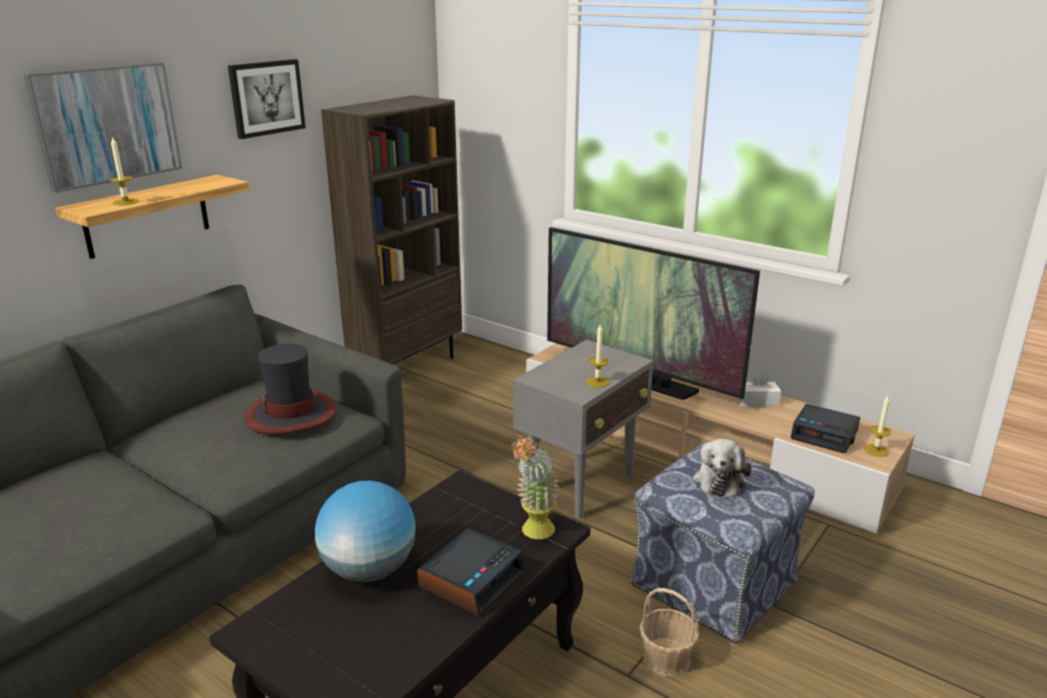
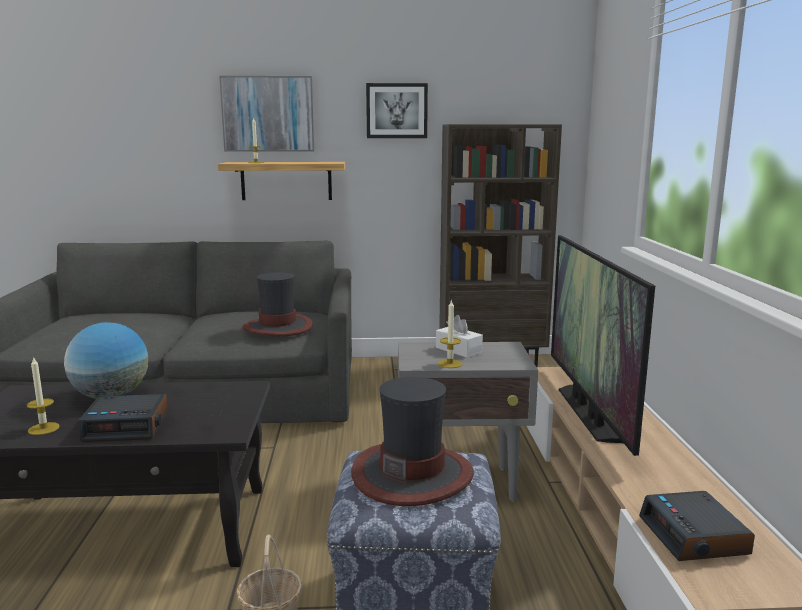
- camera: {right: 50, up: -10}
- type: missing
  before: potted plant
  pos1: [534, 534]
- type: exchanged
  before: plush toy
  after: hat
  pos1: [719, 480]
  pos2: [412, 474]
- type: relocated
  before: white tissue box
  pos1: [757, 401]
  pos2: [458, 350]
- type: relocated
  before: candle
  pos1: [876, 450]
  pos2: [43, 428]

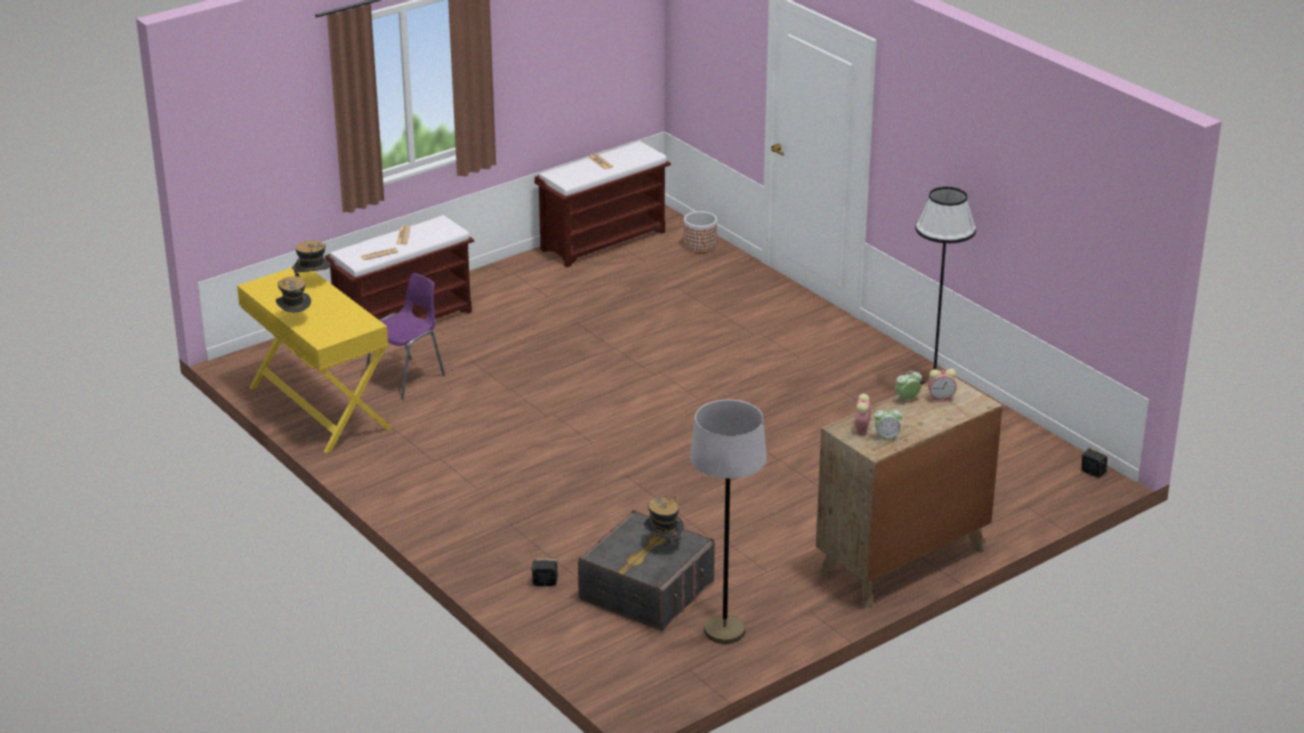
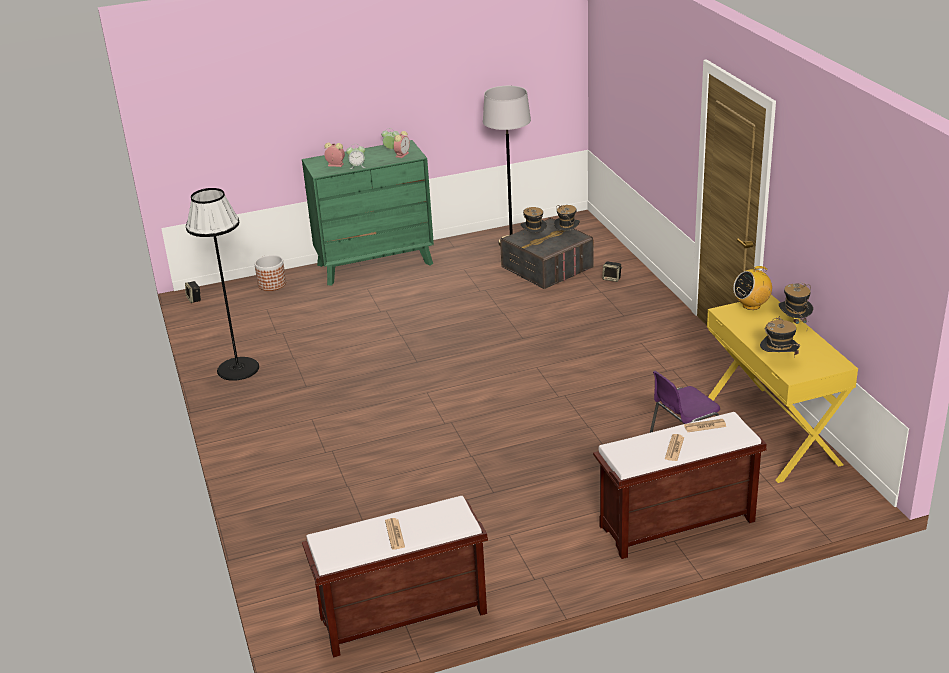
- camera: {right: -160, up: 0}
- type: relocated
  before: planter
  pos1: [700, 245]
  pos2: [271, 284]
- type: colour
  before: brown dresser
  after: green dresser
  pos1: [902, 561]
  pos2: [375, 264]
- type: appeared
  after: hat
  pos2: [567, 237]
- type: appeared
  after: radio
  pos2: [751, 305]

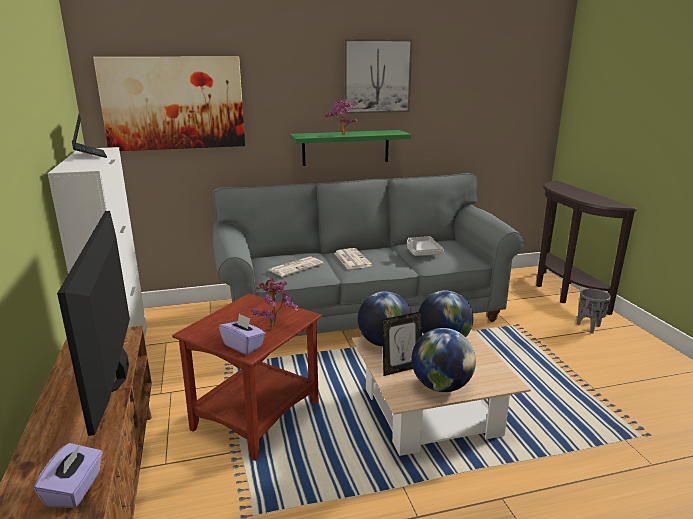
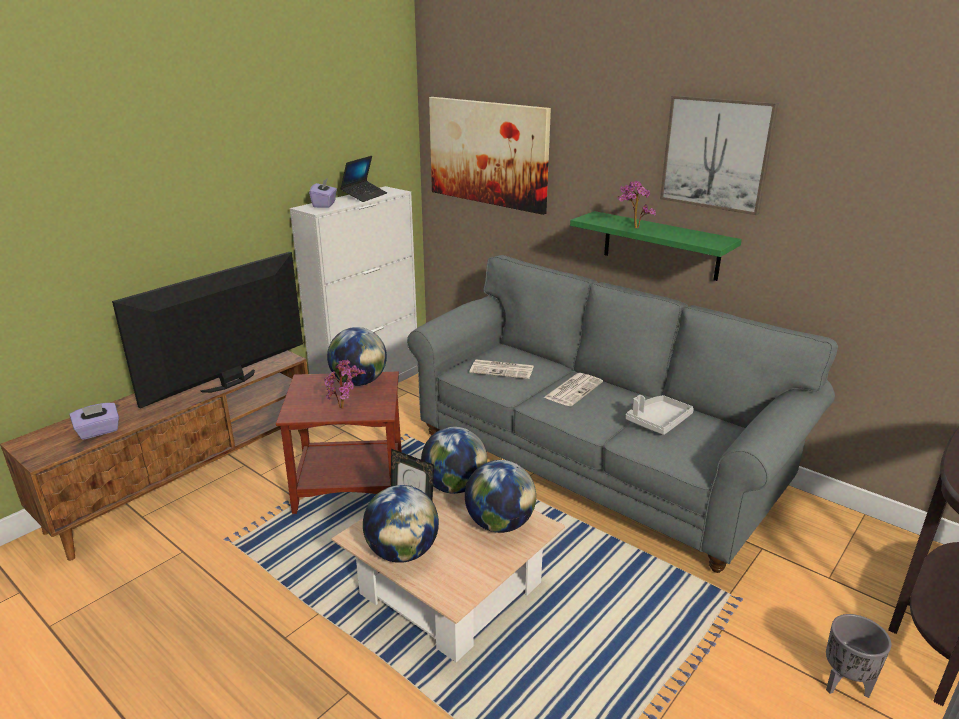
- camera: {right: 55, up: 5}
- type: relocated
  before: purple tissue box
  pos1: [243, 346]
  pos2: [324, 204]
- type: appeared
  after: globe
  pos2: [359, 382]

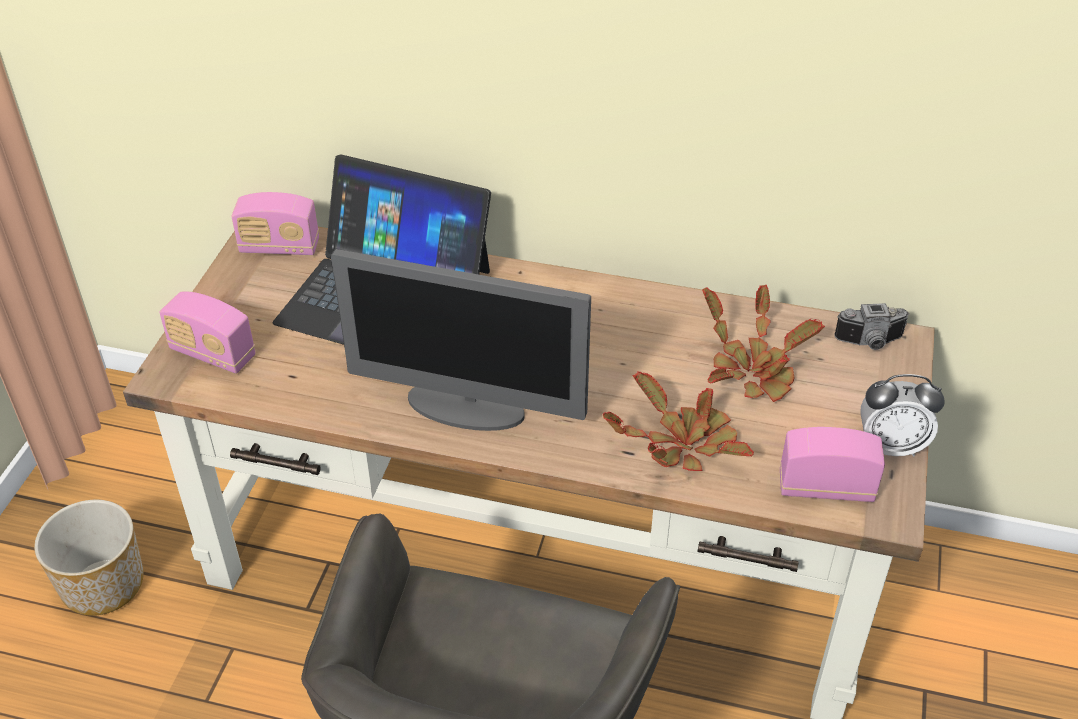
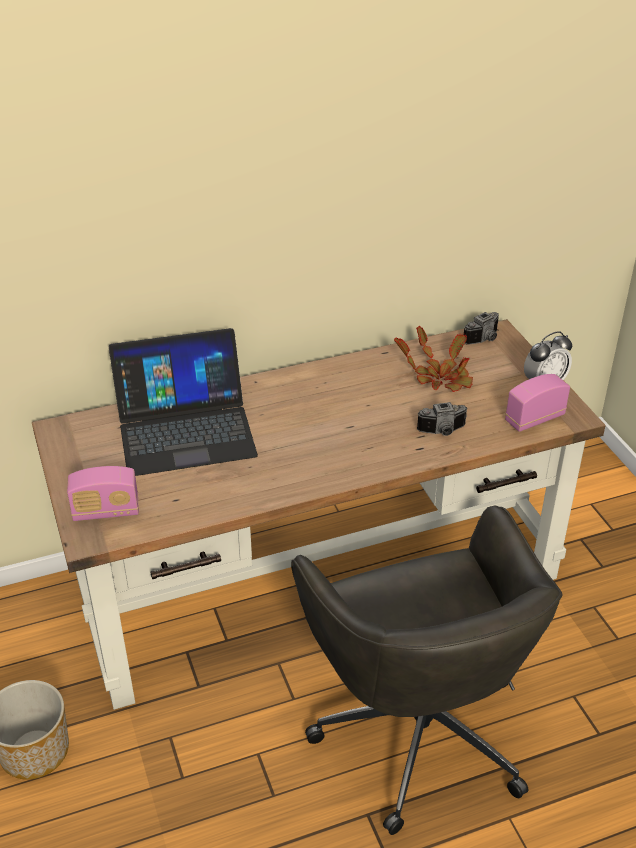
- camera: {right: -35, up: -5}
- type: missing
  before: radio
  pos1: [279, 247]
- type: missing
  before: monitor
  pos1: [467, 407]
- type: exchanged
  before: potted plant
  after: photo camera
  pos1: [681, 445]
  pos2: [443, 432]

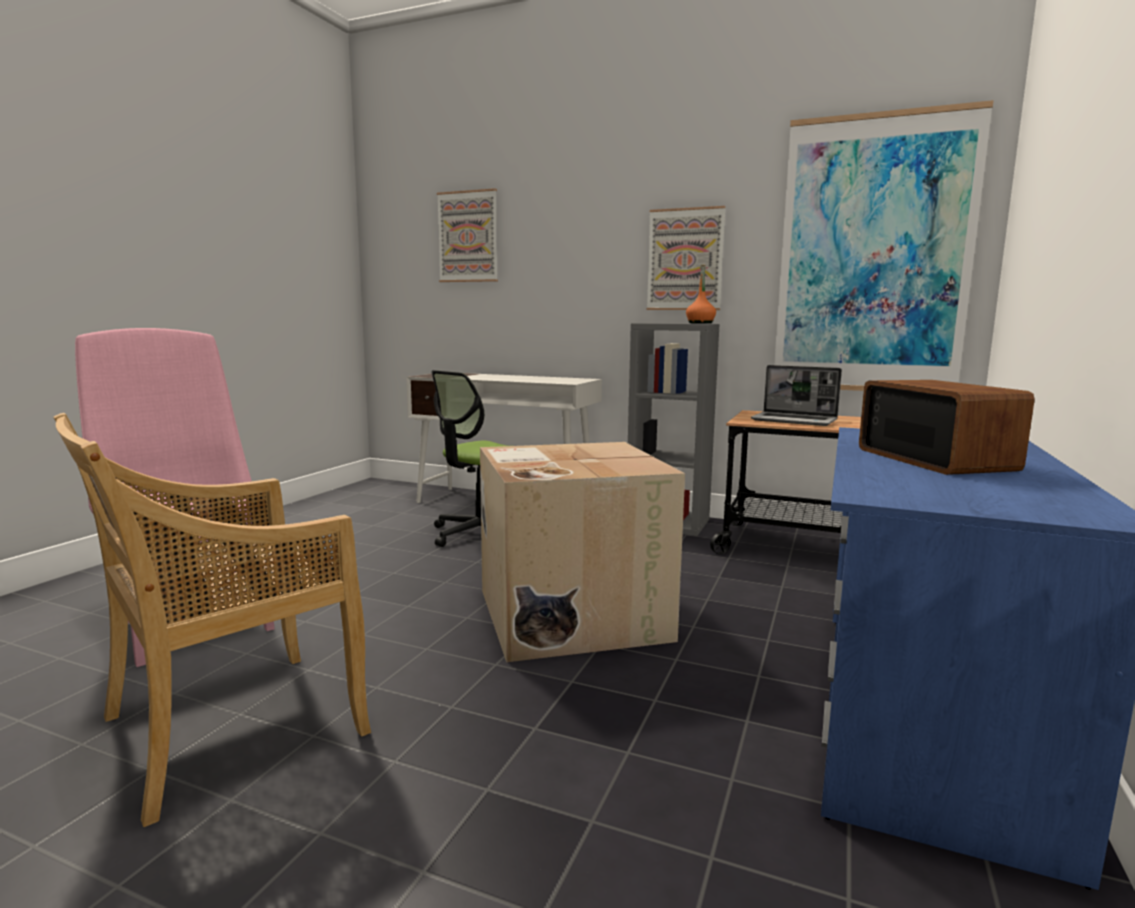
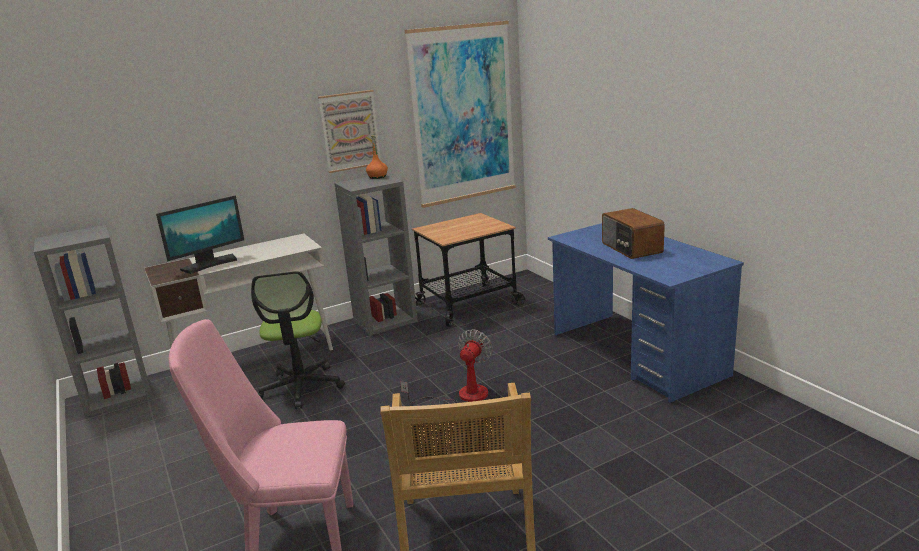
- camera: {right: -50, up: 10}
- type: missing
  before: picture
  pos1: [468, 237]
- type: exchanged
  before: cardboard box
  after: fan
  pos1: [568, 613]
  pos2: [462, 396]
- type: missing
  before: laptop
  pos1: [795, 421]
- type: spun
  before: radio
  pos1: [935, 459]
  pos2: [631, 248]
  turn: -135
- type: appeared
  after: grey bookcase
  pos2: [118, 395]
- type: appeared
  after: monitor
  pos2: [209, 264]

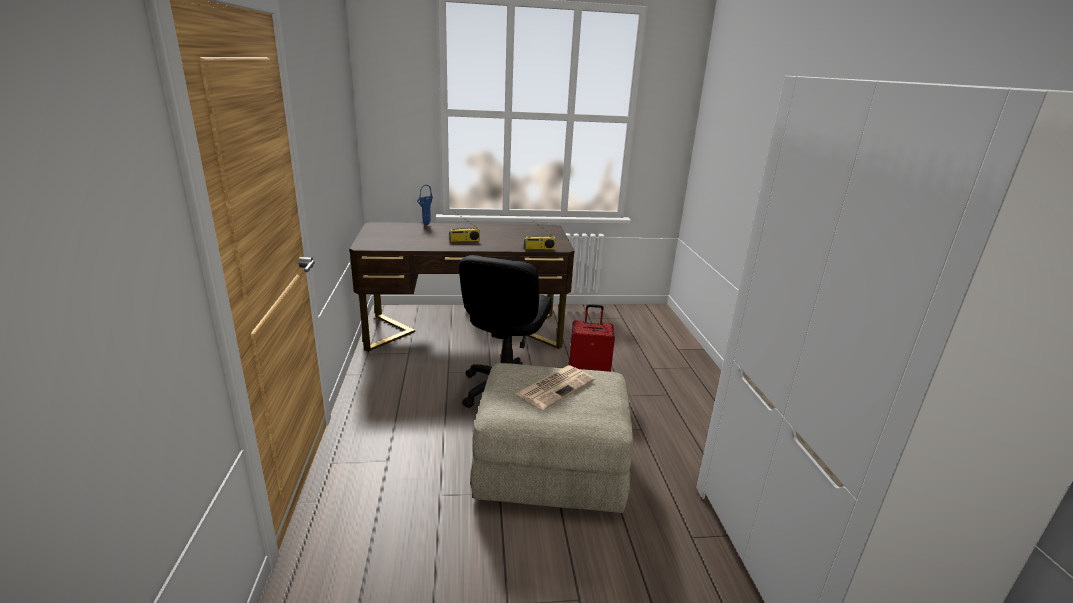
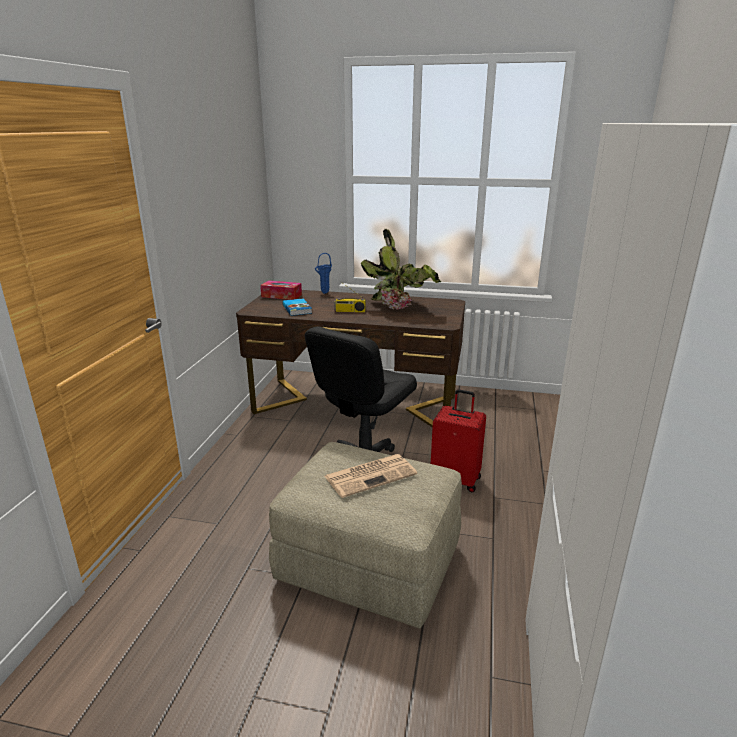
- camera: {right: 20, up: 0}
- type: missing
  before: radio
  pos1: [539, 248]
- type: appeared
  after: tissue box
  pos2: [281, 296]
- type: appeared
  after: book
  pos2: [297, 309]
- type: appeared
  after: potted plant
  pos2: [402, 307]

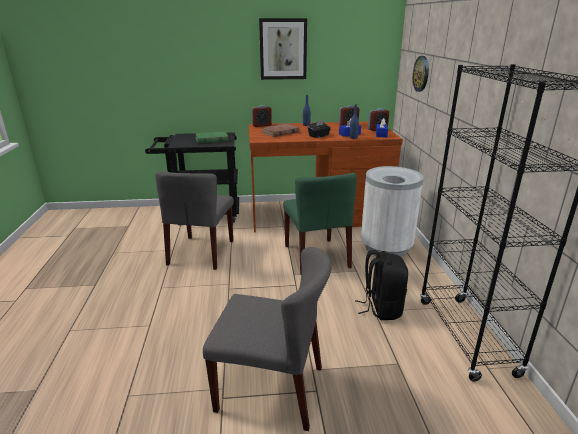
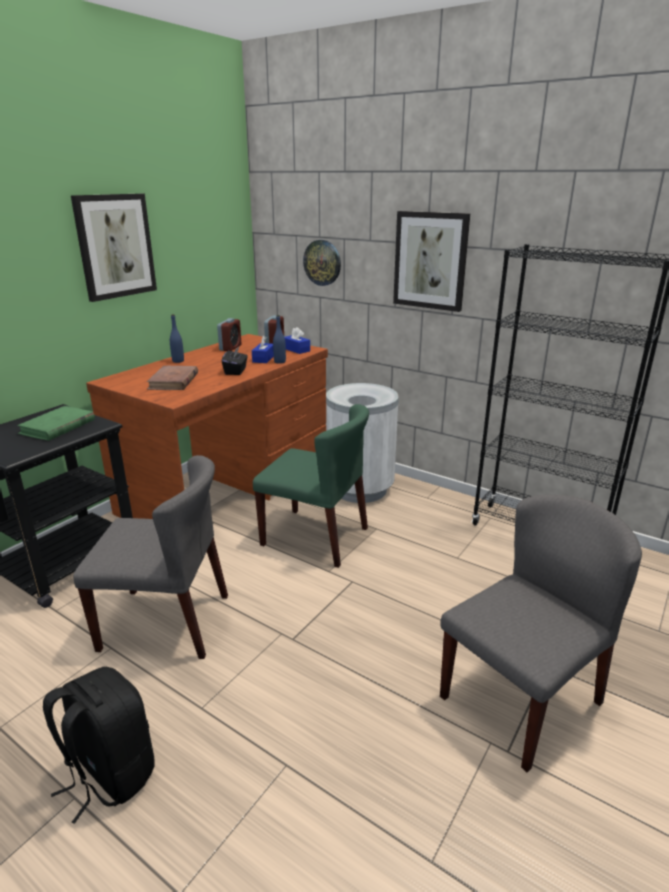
- camera: {right: -50, up: 0}
- type: spun
  before: grey chair
  pos1: [201, 252]
  pos2: [167, 622]
  turn: -45
- type: missing
  before: alarm clock
  pos1: [261, 125]
- type: relocated
  before: black backpack
  pos1: [381, 308]
  pos2: [109, 773]
- type: appeared
  after: picture
  pos2: [430, 261]

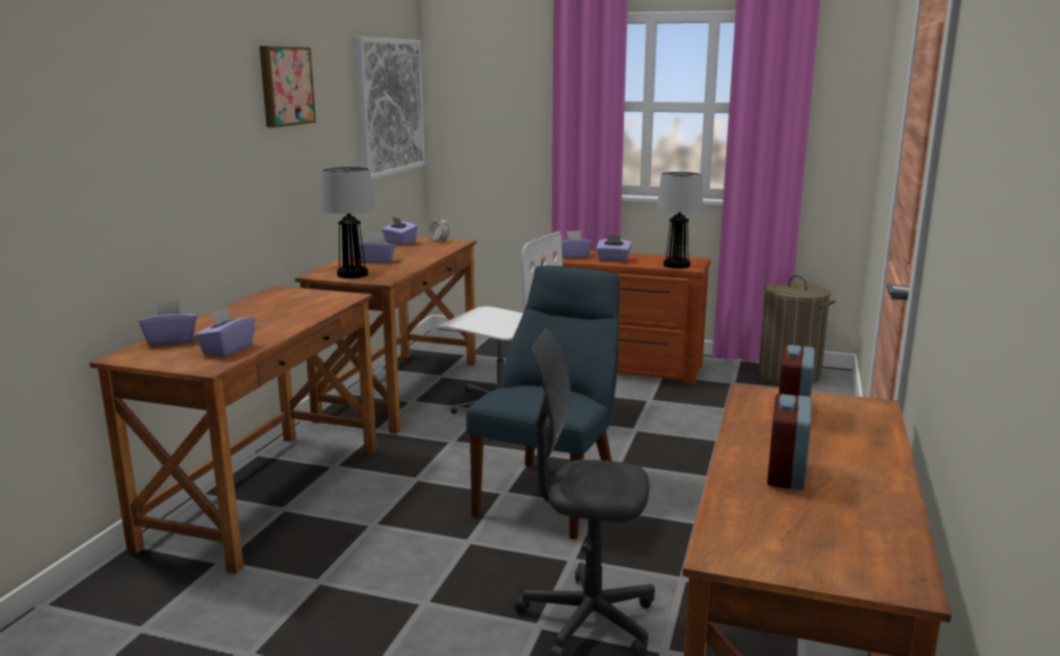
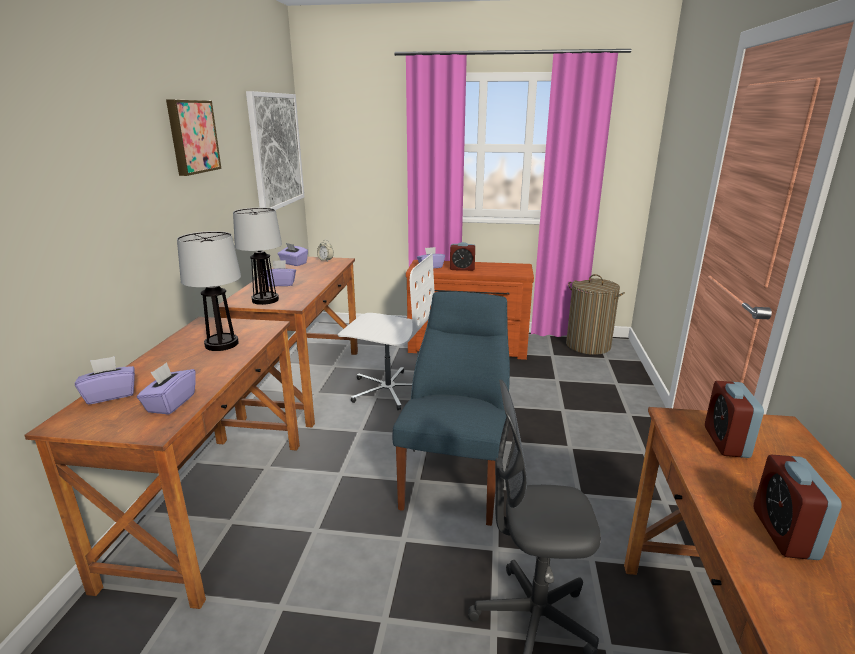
- camera: {right: -10, up: 5}
- type: exchanged
  before: purple tissue box
  after: alarm clock
  pos1: [613, 260]
  pos2: [462, 269]
- type: relocated
  before: table lamp
  pos1: [677, 265]
  pos2: [222, 344]

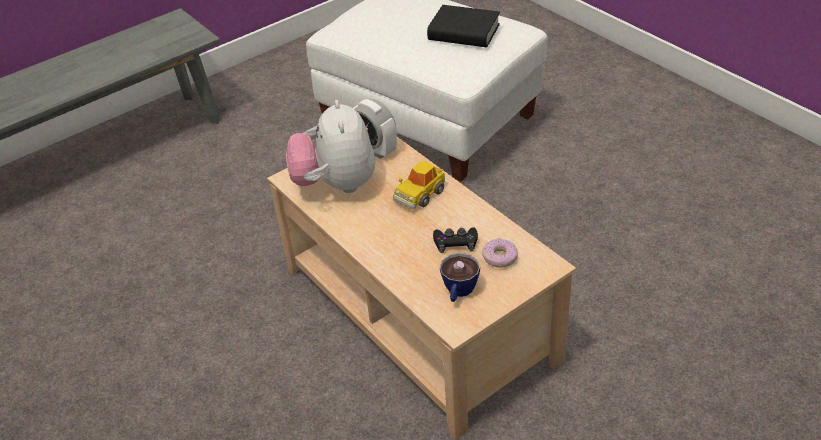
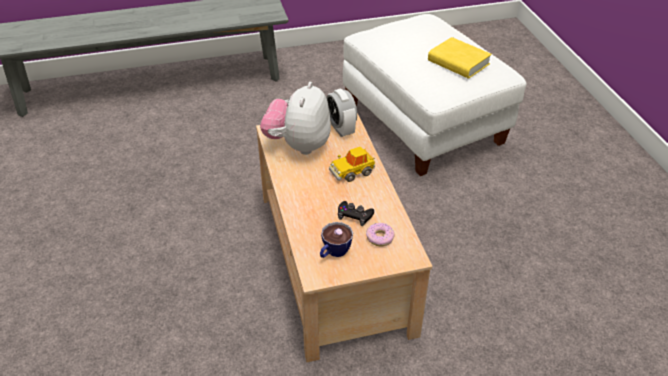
- camera: {right: 20, up: 0}
- type: colour
  before: black book
  after: yellow book
  pos1: [464, 32]
  pos2: [458, 62]

